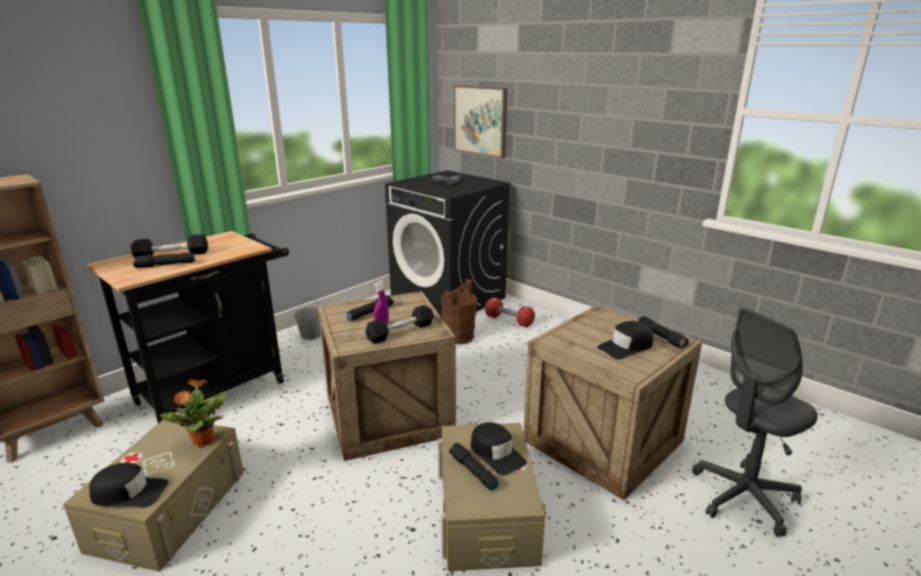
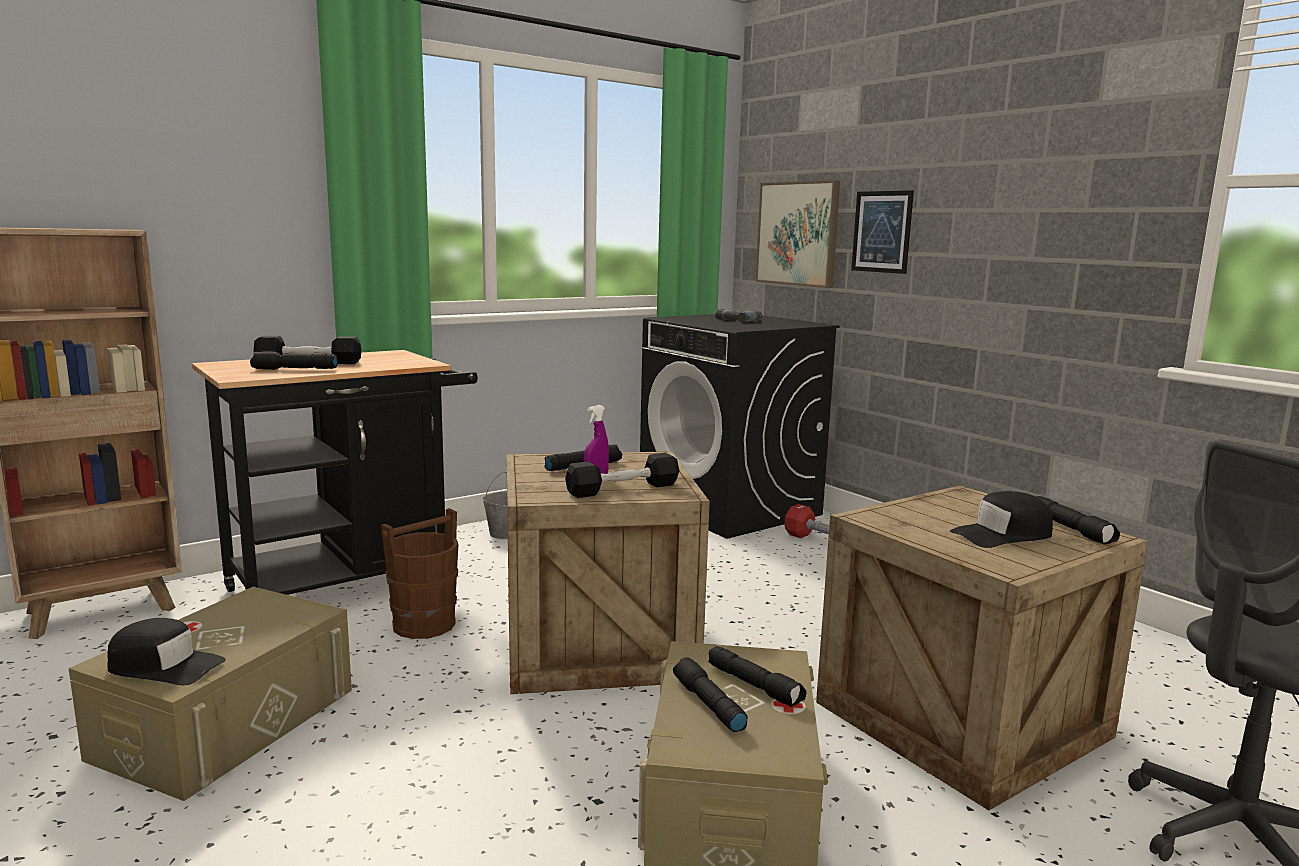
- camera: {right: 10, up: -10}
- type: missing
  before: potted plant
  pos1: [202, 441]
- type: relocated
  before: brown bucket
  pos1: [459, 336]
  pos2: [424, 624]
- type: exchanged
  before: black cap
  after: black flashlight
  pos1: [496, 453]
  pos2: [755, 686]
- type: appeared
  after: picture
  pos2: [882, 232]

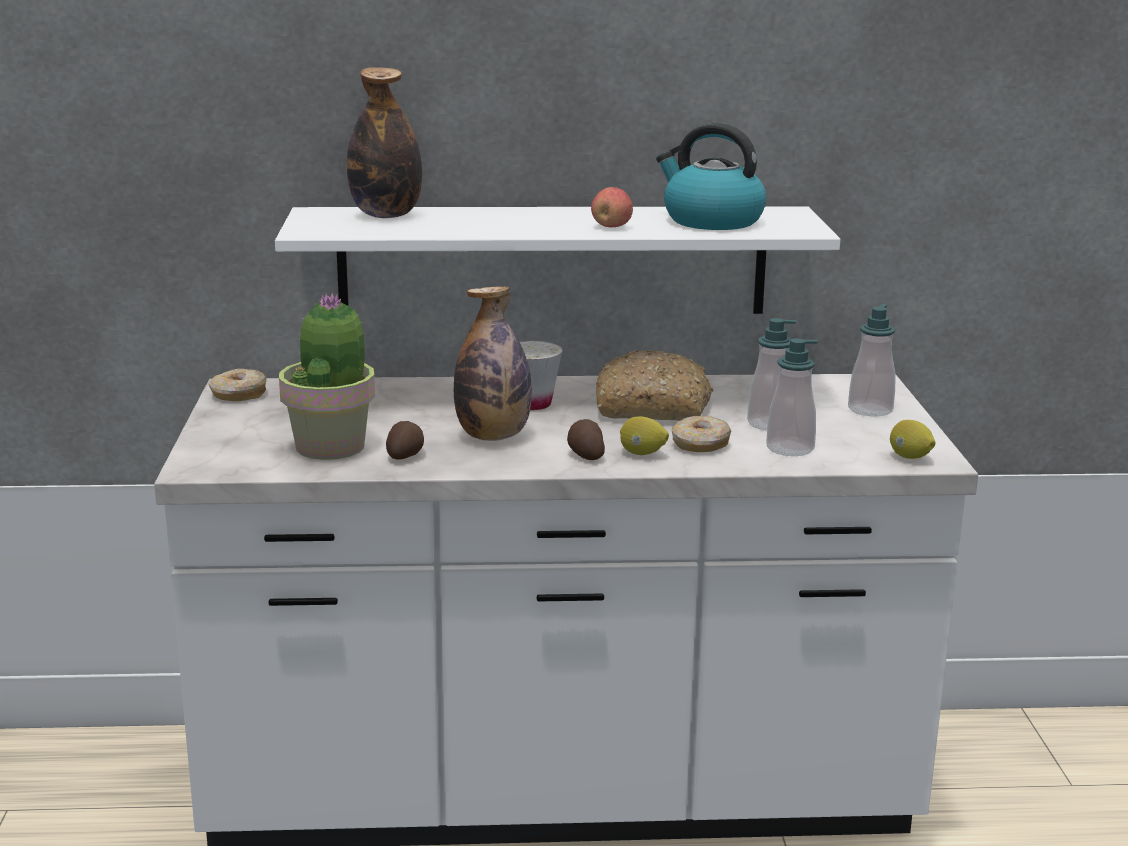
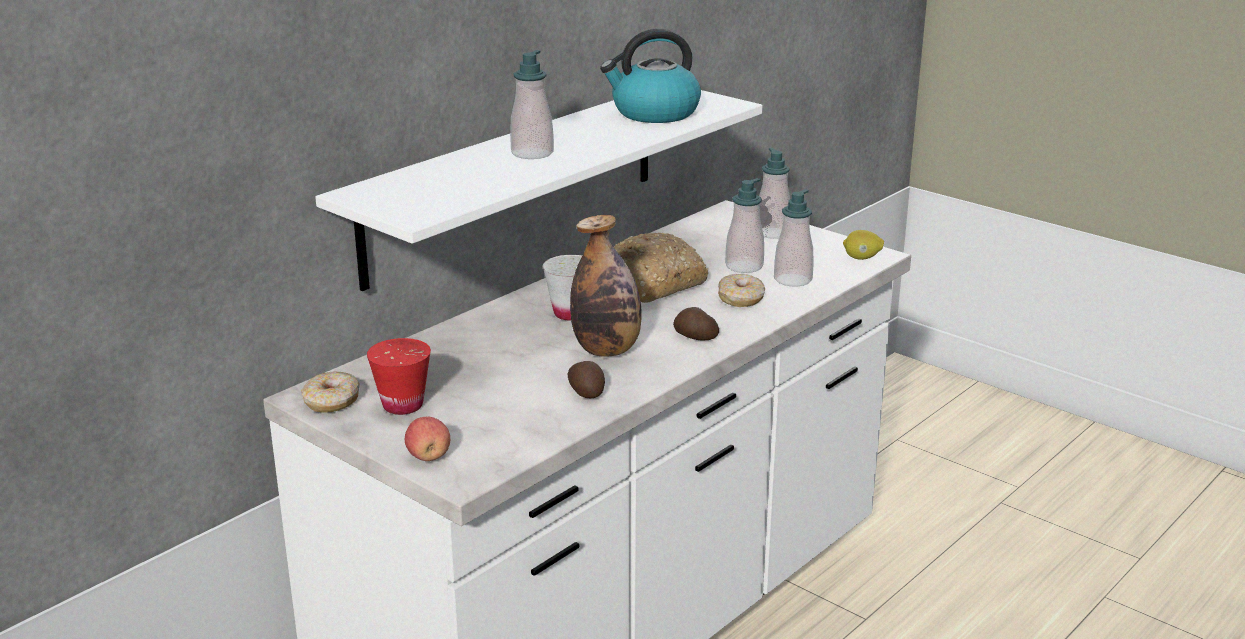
- camera: {right: -45, up: 5}
- type: missing
  before: potted plant
  pos1: [331, 446]
- type: missing
  before: bottle
  pos1: [386, 215]
- type: relocated
  before: apple
  pos1: [611, 227]
  pos2: [428, 457]
- type: missing
  before: lemon
  pos1: [642, 454]
- type: appeared
  after: red cup
  pos2: [403, 405]
- type: appeared
  after: soap dispenser
  pos2: [532, 153]

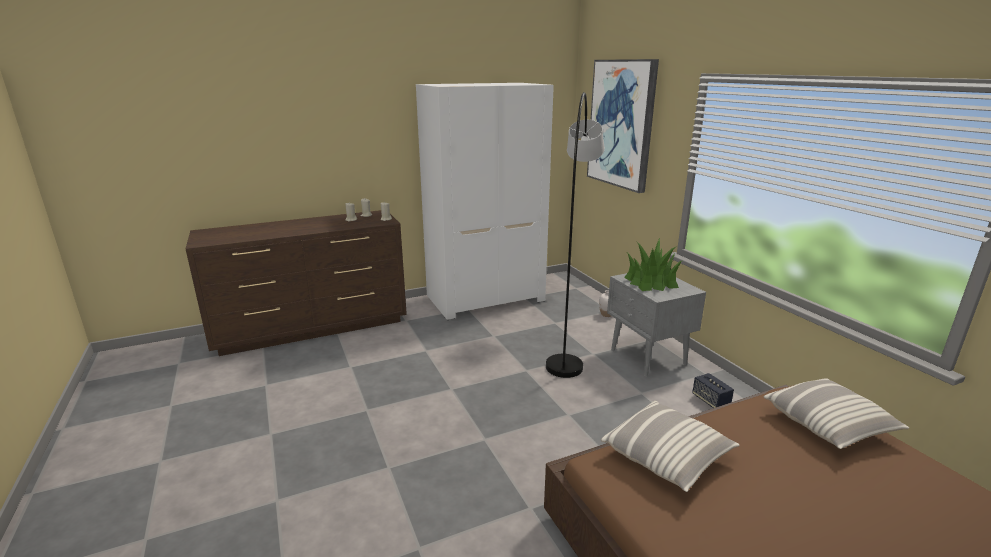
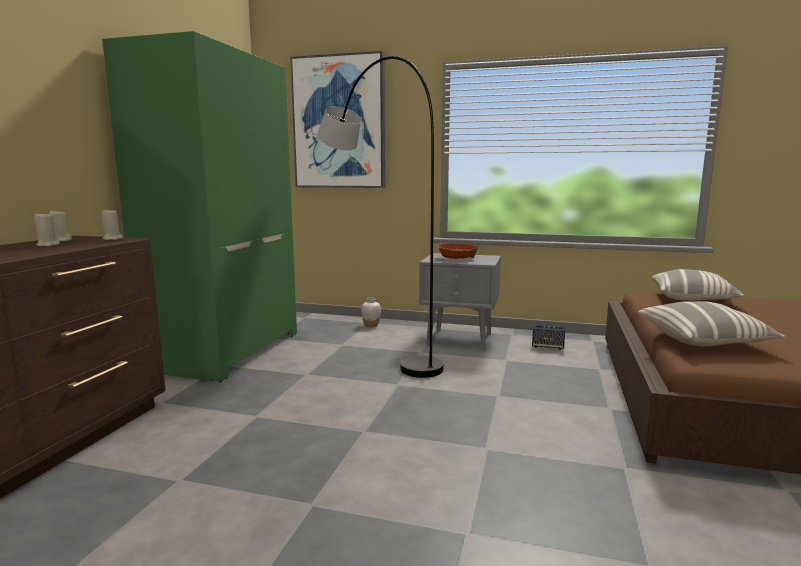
- camera: {right: -50, up: -10}
- type: colour
  before: white wardrobe
  after: green wardrobe
  pos1: [485, 298]
  pos2: [226, 350]
- type: exchanged
  before: potted plant
  after: bowl
  pos1: [651, 282]
  pos2: [456, 258]

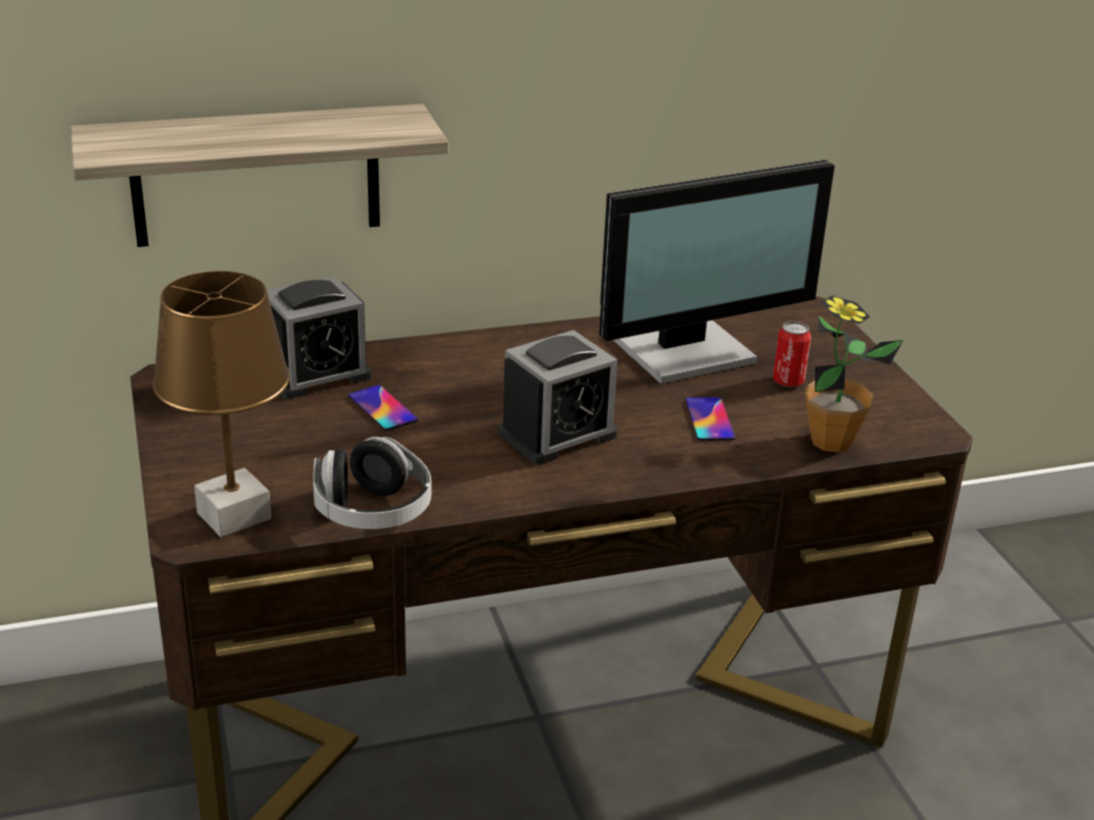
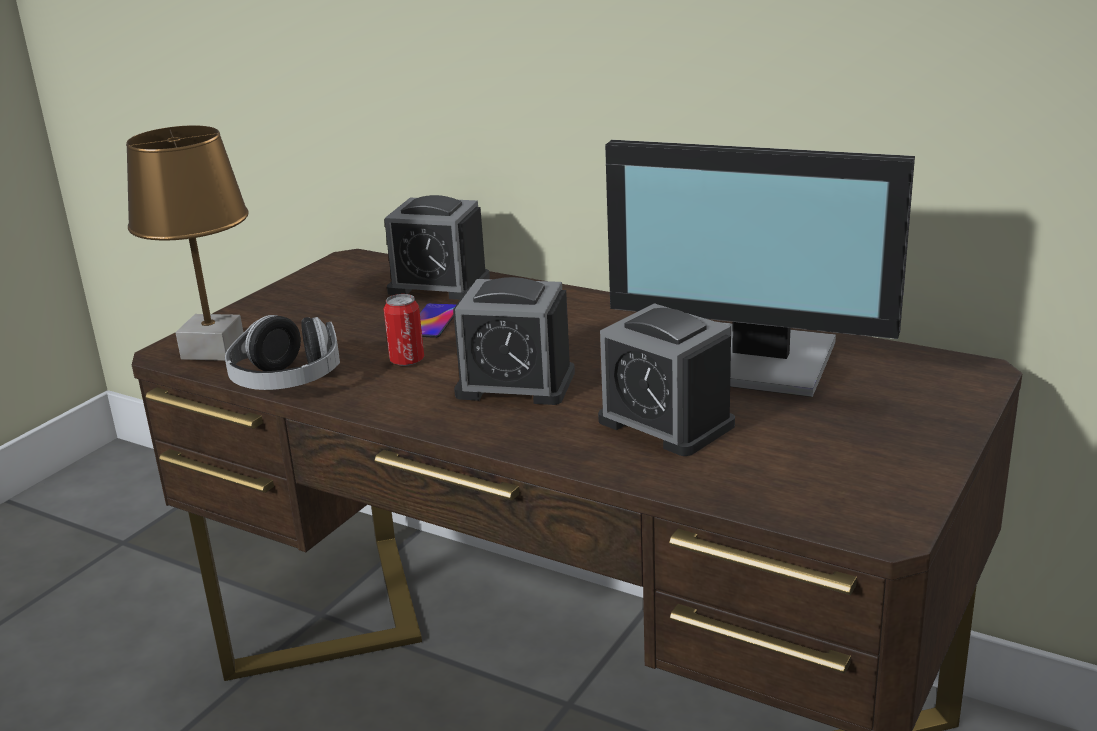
- camera: {right: 50, up: -5}
- type: missing
  before: shelf
  pos1: [256, 175]
- type: exchanged
  before: phone
  after: alarm clock
  pos1: [709, 419]
  pos2: [666, 423]
- type: relocated
  before: can
  pos1: [788, 381]
  pos2: [407, 361]
- type: missing
  before: potted plant
  pos1: [831, 441]

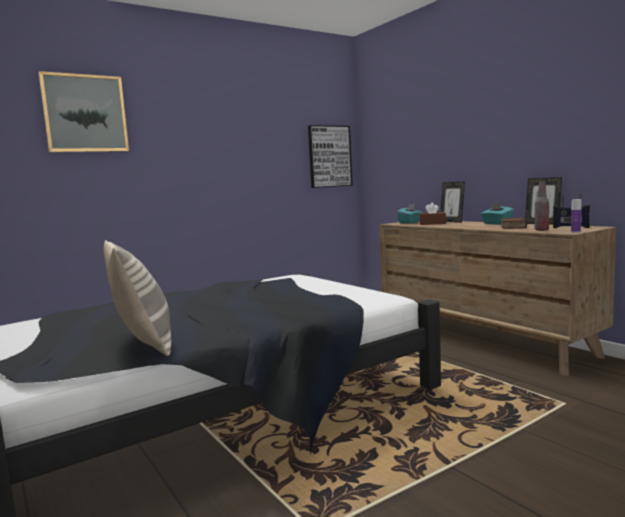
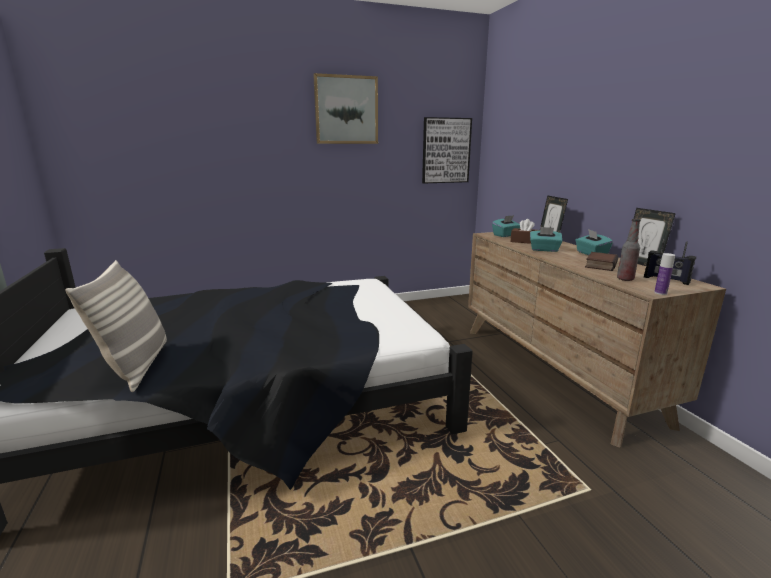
- camera: {right: 15, up: 10}
- type: relocated
  before: picture
  pos1: [85, 114]
  pos2: [346, 110]
- type: appeared
  after: turquoise tissue box
  pos2: [544, 249]

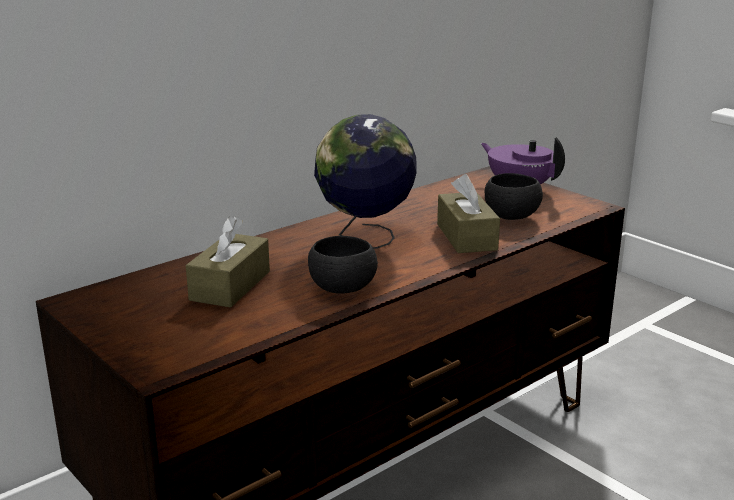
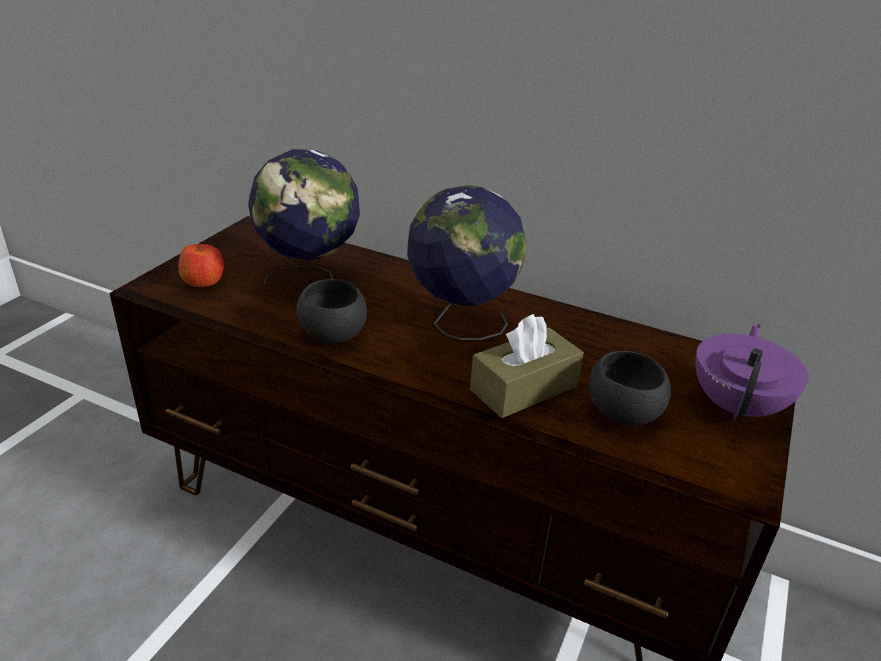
- camera: {right: 65, up: 10}
- type: exchanged
  before: brown tissue box
  after: globe
  pos1: [230, 286]
  pos2: [309, 279]
- type: appeared
  after: apple
  pos2: [203, 281]

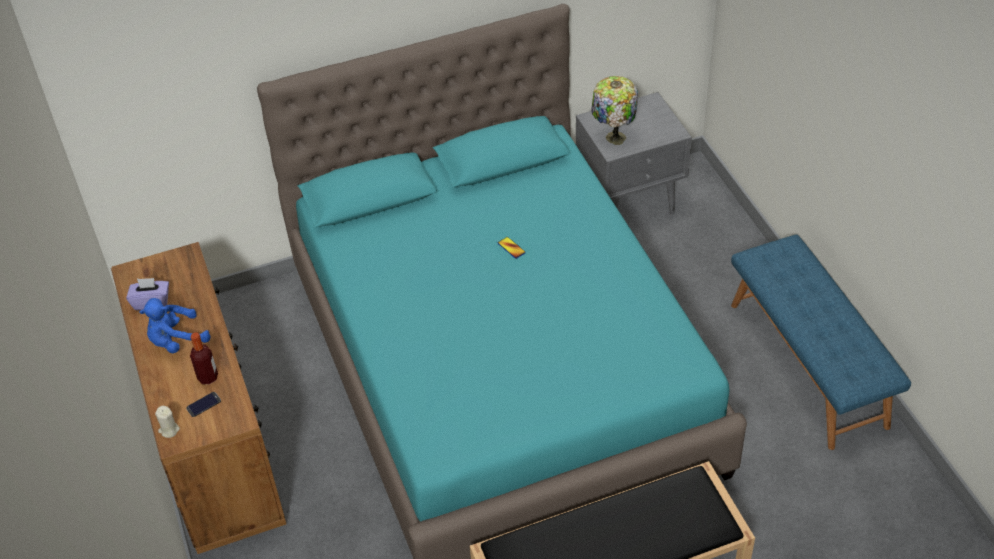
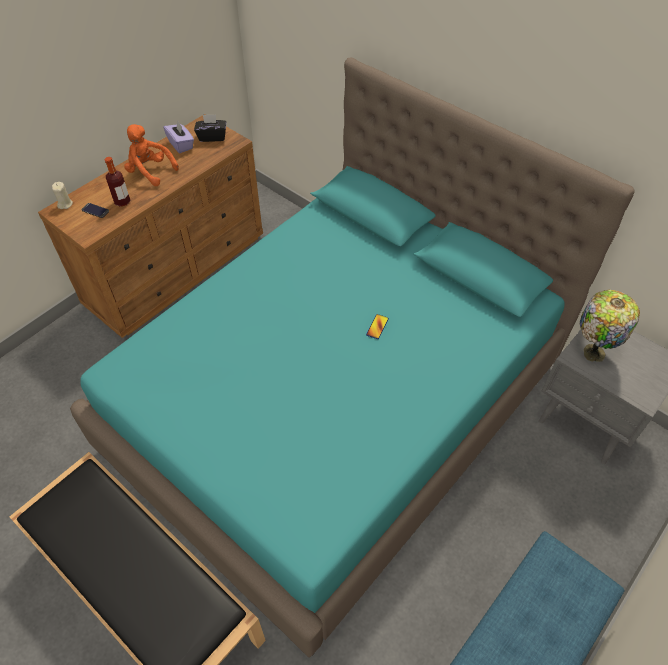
- camera: {right: 60, up: 5}
- type: colour
  before: blue plush toy
  after: orange plush toy
  pos1: [176, 341]
  pos2: [150, 171]
- type: appeared
  after: black tissue box
  pos2: [212, 137]

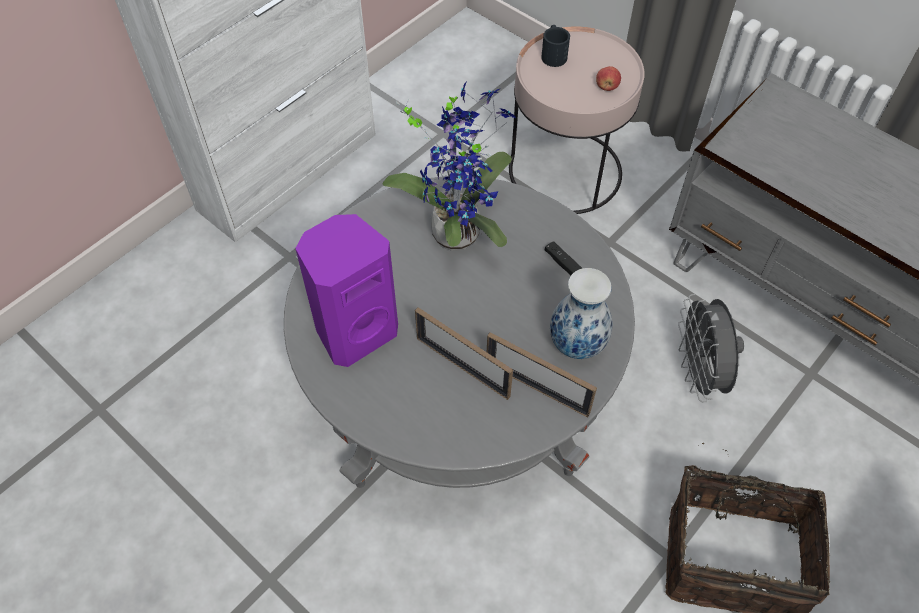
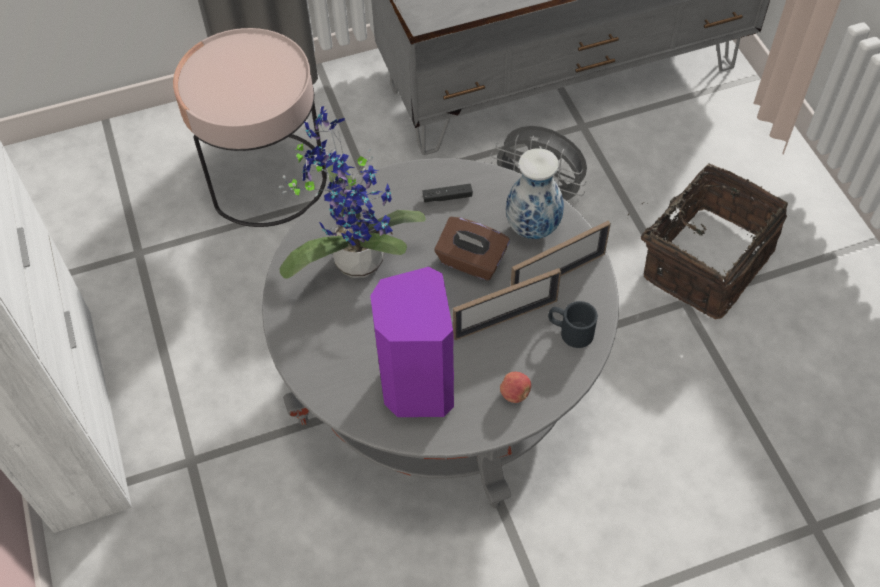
- camera: {right: -60, up: 0}
- type: relocated
  before: black mug
  pos1: [553, 54]
  pos2: [570, 331]
- type: relocated
  before: apple
  pos1: [607, 87]
  pos2: [515, 394]
- type: appeared
  after: brown tissue box
  pos2: [471, 262]

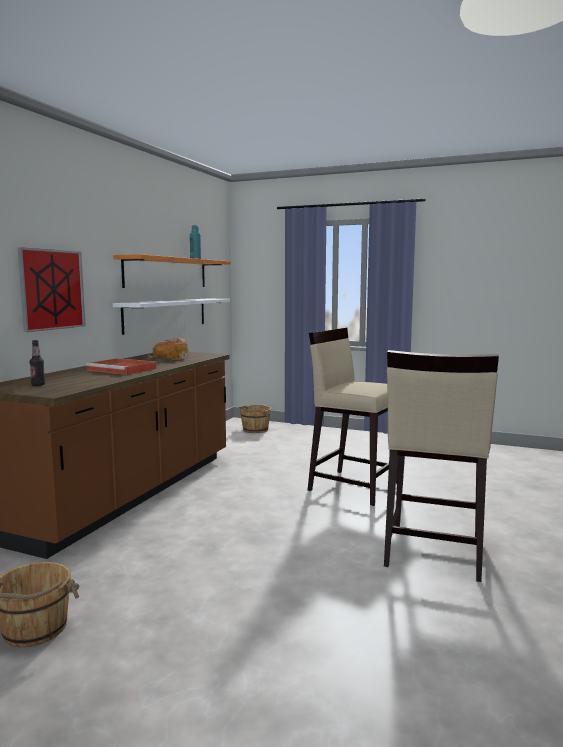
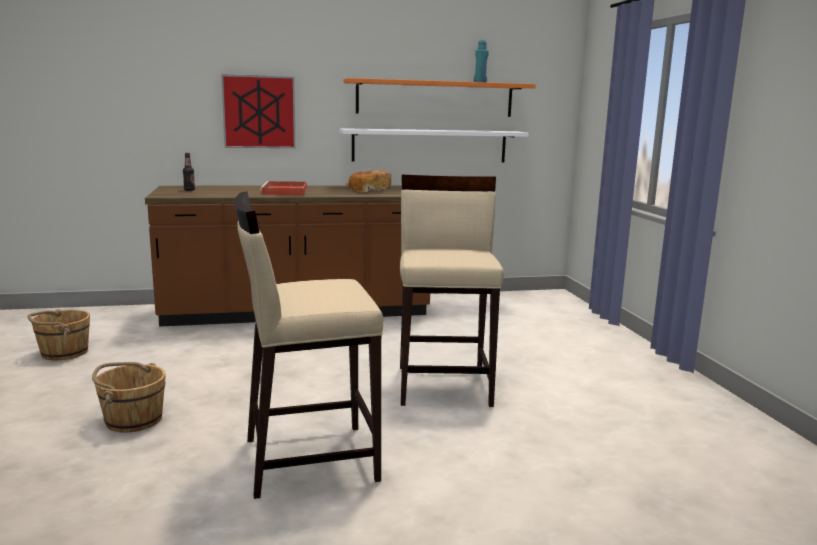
- camera: {right: 55, up: 5}
- type: relocated
  before: brown bucket
  pos1: [255, 430]
  pos2: [133, 419]

